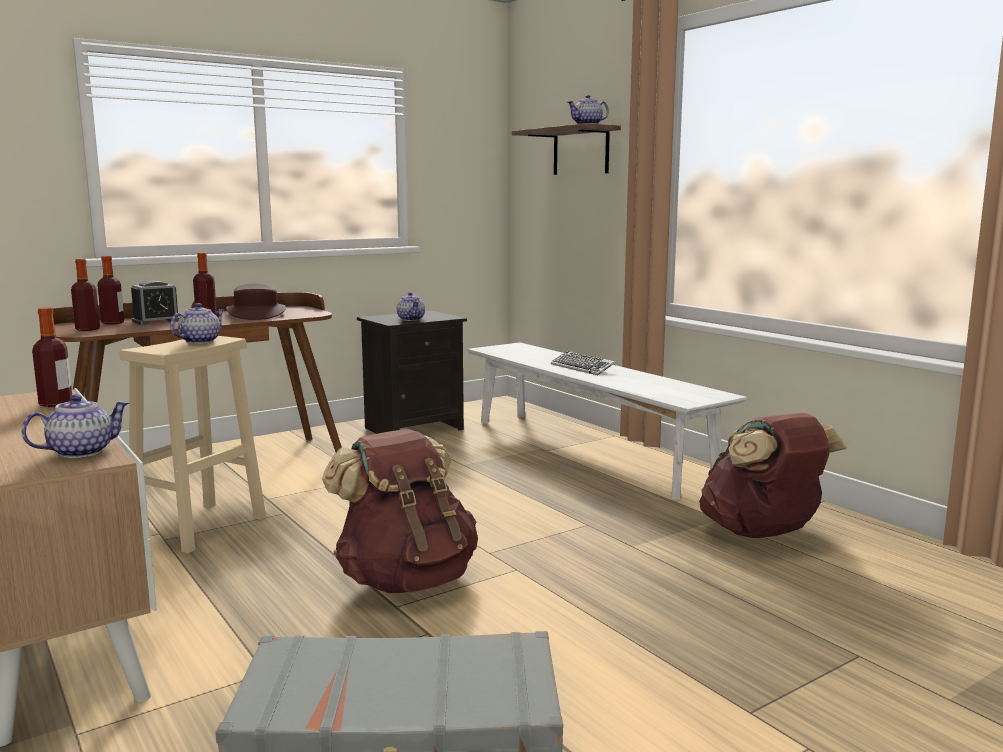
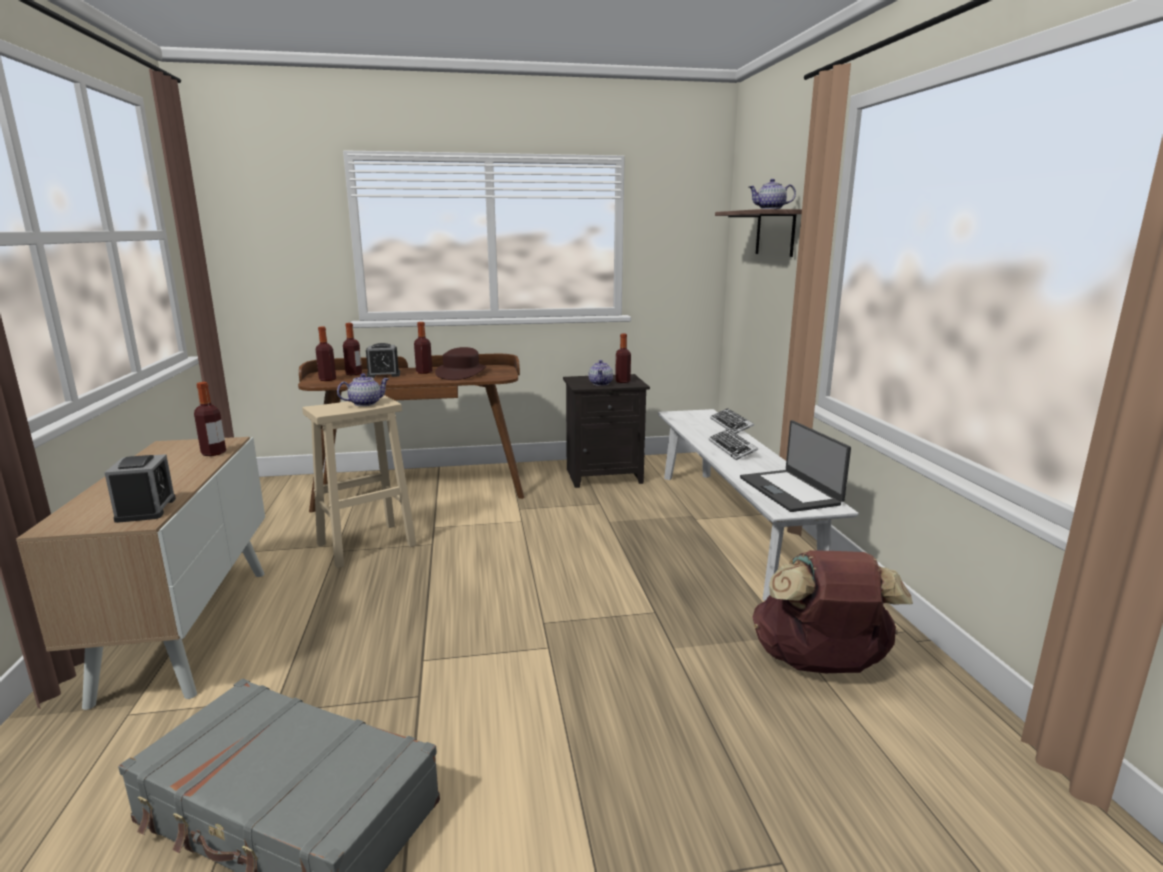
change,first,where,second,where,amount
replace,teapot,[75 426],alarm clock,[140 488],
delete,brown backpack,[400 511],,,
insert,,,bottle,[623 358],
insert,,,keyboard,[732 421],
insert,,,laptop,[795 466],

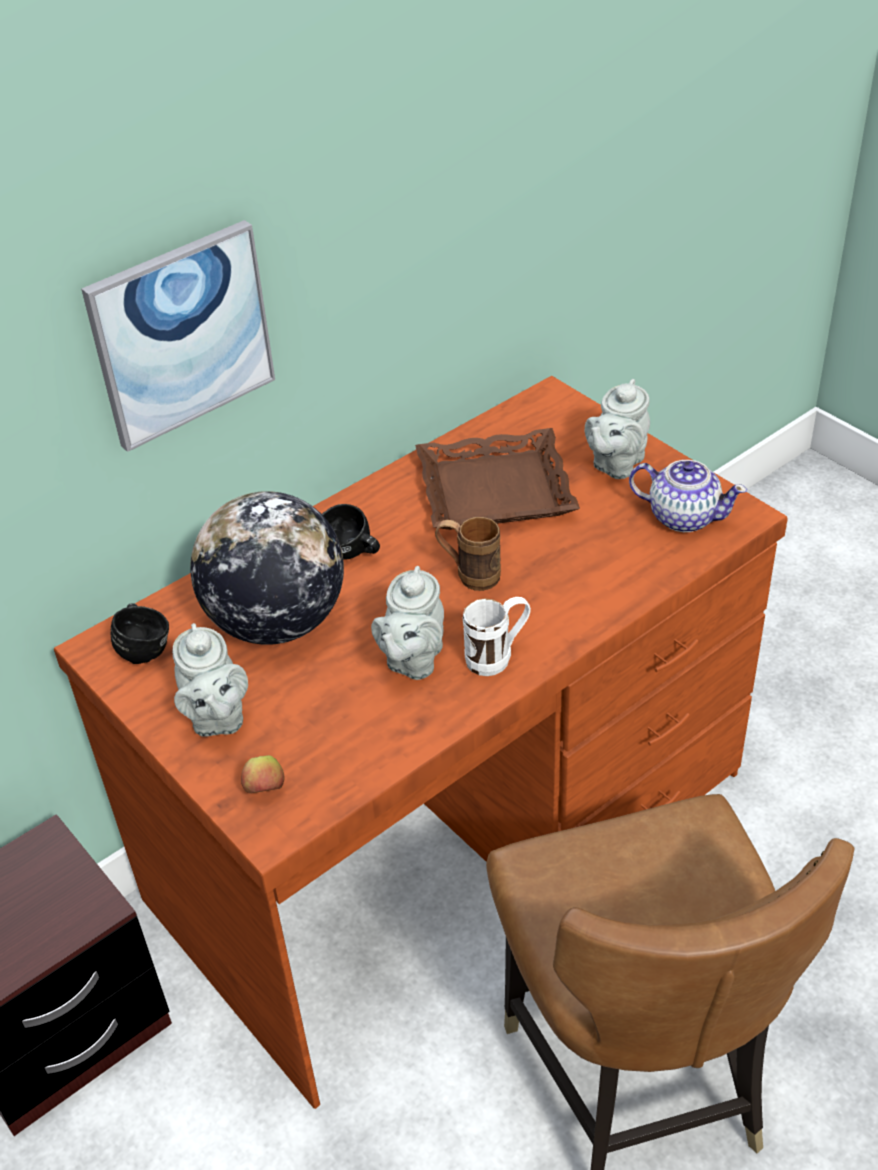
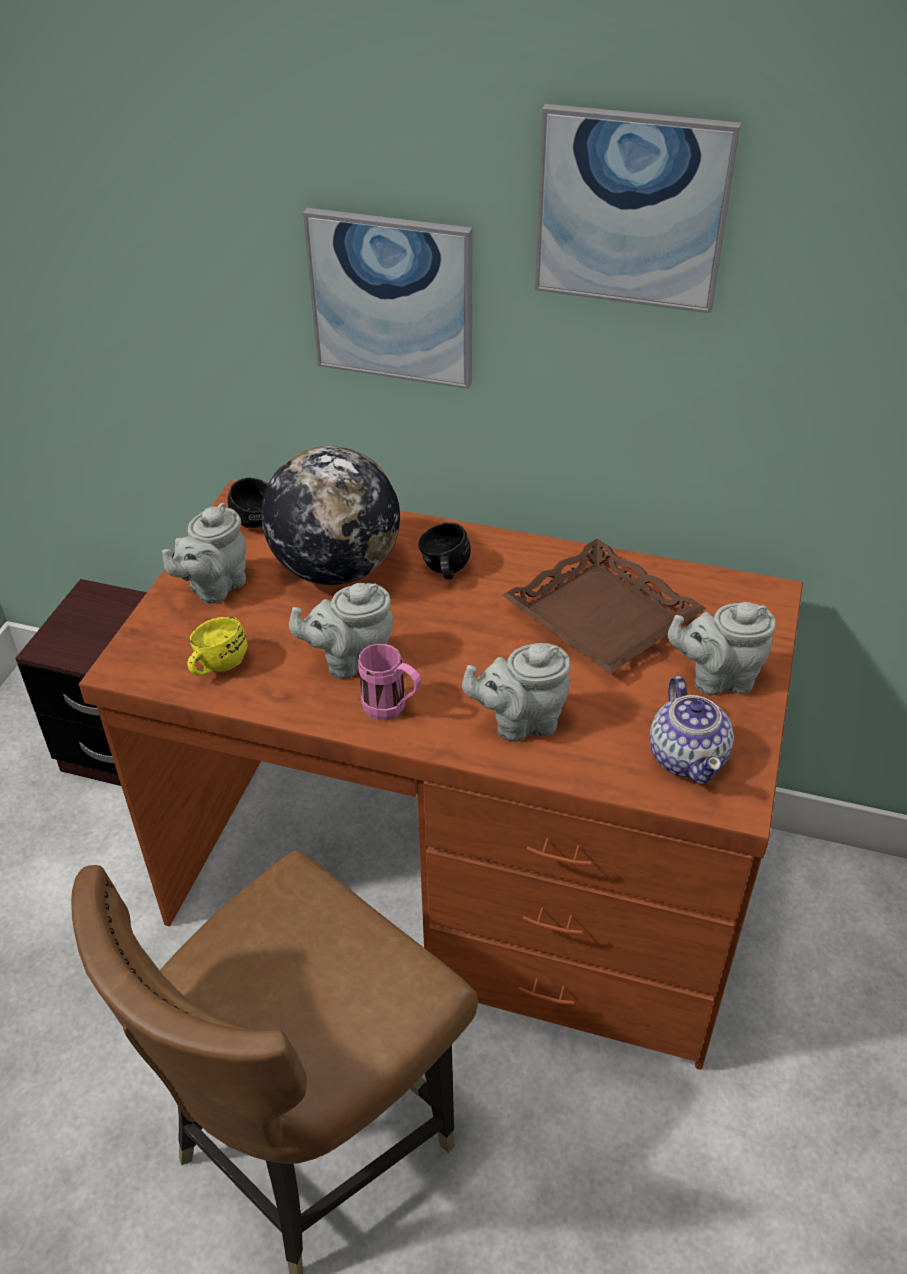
change,first,where,second,where,amount
delete,brown mug,[468 554],,,
recolor,white mug,[497 636],pink mug,[389 681],
delete,apple,[263 774],,,
insert,,,picture,[638 208],
insert,,,yellow mug,[217 646],
insert,,,grey teapot,[516 692],

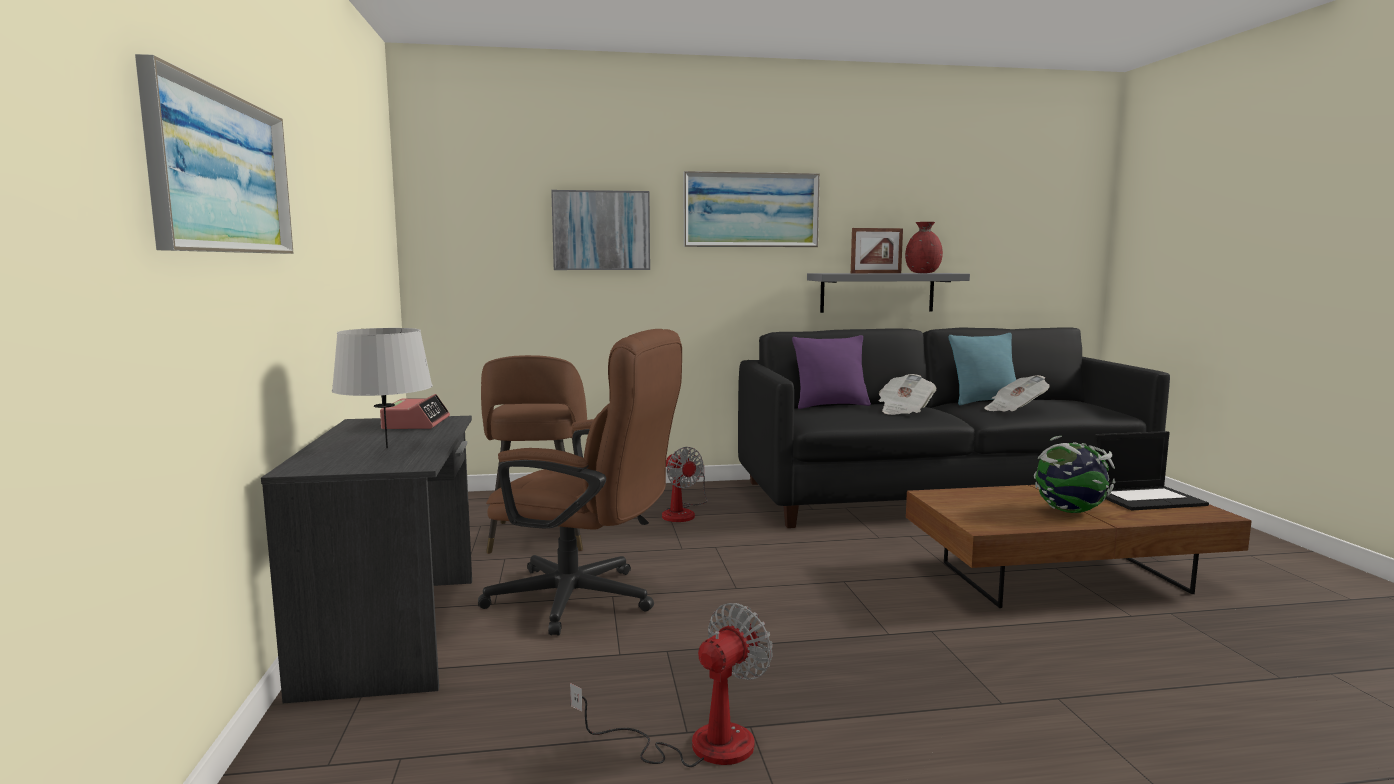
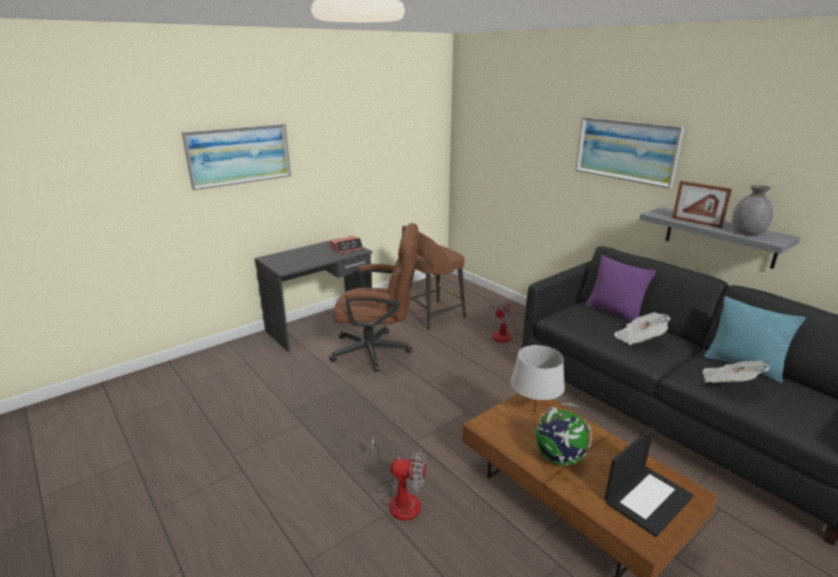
change,first,where,second,where,amount
delete,picture,[600 230],,,
recolor,red vase,[924 247],grey vase,[752 210],
move,grey table lamp,[382 388],,[538 379],
rotate,brown office chair,[580 482],,[373 297],75 degrees counterclockwise
rotate,laptop,[1151 471],,[649 482],90 degrees counterclockwise
move,fan,[671 685],,[399 478],

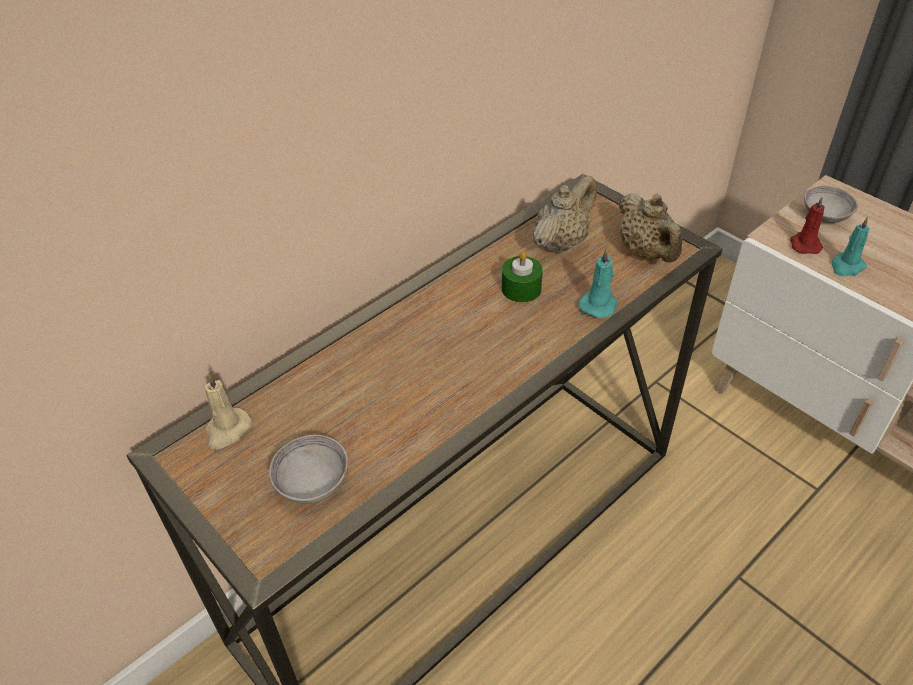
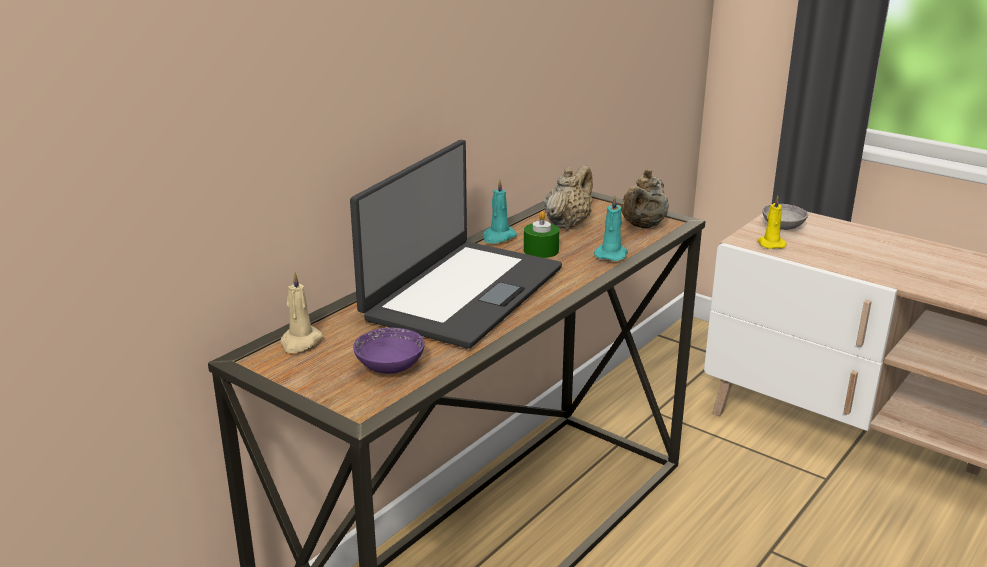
change,first,where,second,where,amount
rotate,beige teapot,[651 227],,[645 199],60 degrees clockwise
recolor,red candle,[807 225],yellow candle,[772 222],
move,turquoise candle,[850 246],,[500 211],
recolor,grey bowl,[308 469],purple bowl,[389 351],
insert,,,laptop,[456 244],

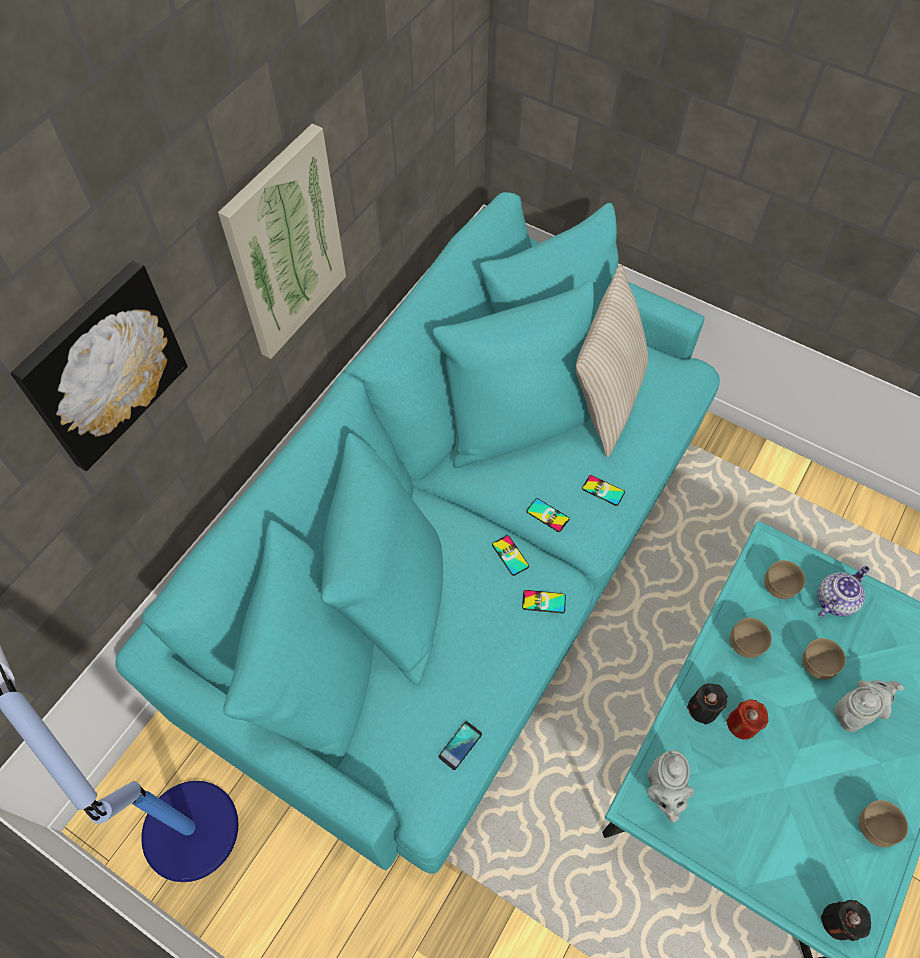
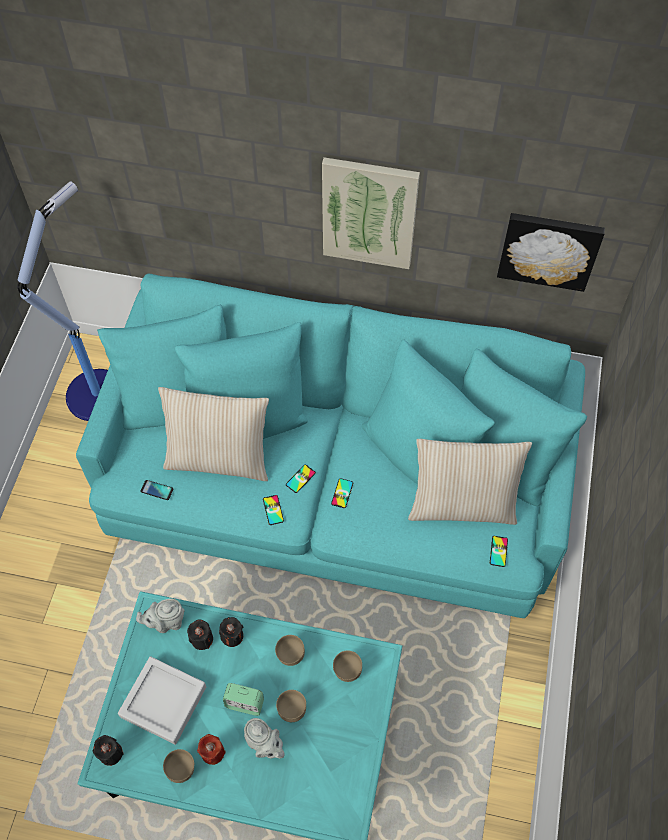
change,first,where,second,where,amount
move,picture,[99 366],,[551 252],
move,phone,[603 490],,[499 551],
delete,teapot,[843 592],,,
move,red candle,[747 719],,[211 749],
insert,,,beige pillow,[213 434],
insert,,,black candle,[200 634],
insert,,,grey tray,[162 700],
insert,,,alarm clock,[243 699],

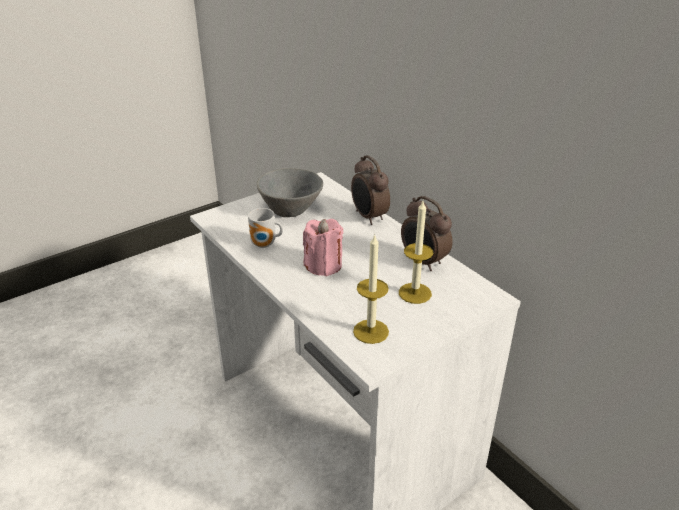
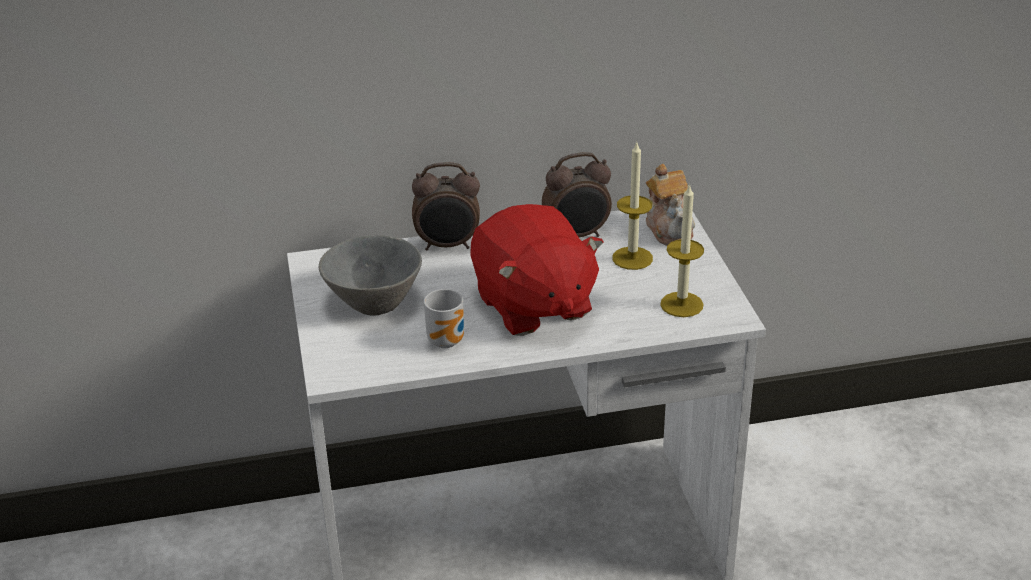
change,first,where,second,where,amount
replace,pink candle,[323 247],red plush toy,[537 270],
insert,,,teapot,[670 205],

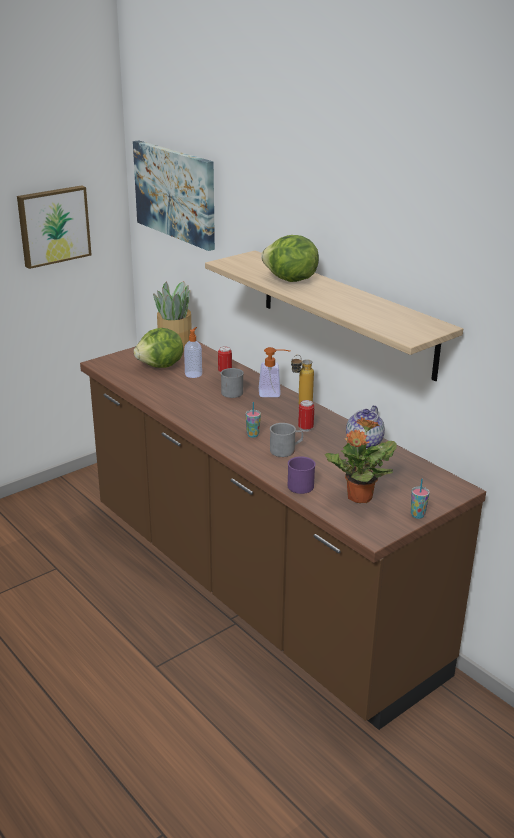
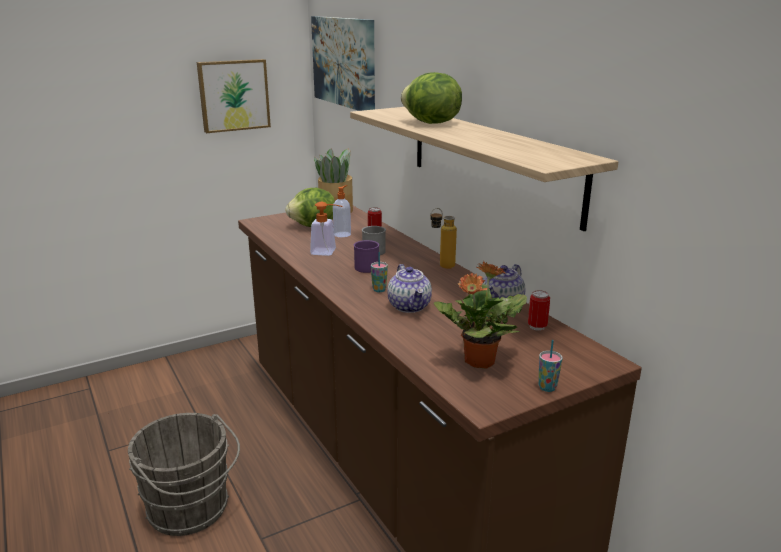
change,first,where,second,where,amount
move,soap dispenser,[275 372],,[326 229],
move,can,[306 416],,[539 310],
replace,grey mug,[286 440],teapot,[409 288],
move,purple mug,[302 475],,[366 256],
insert,,,grey bucket,[184 474],

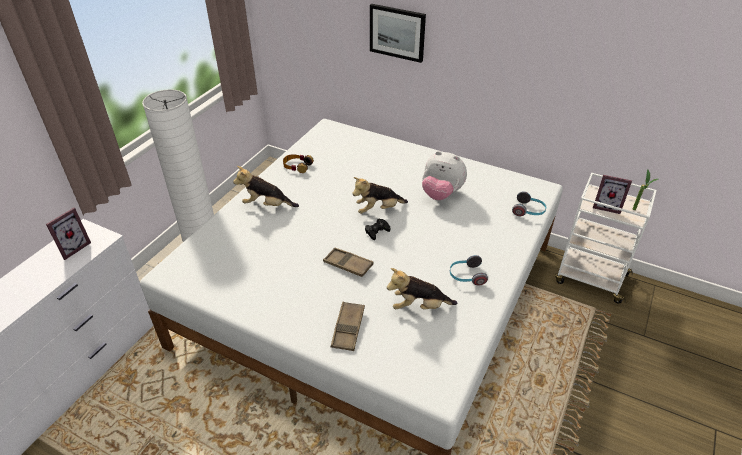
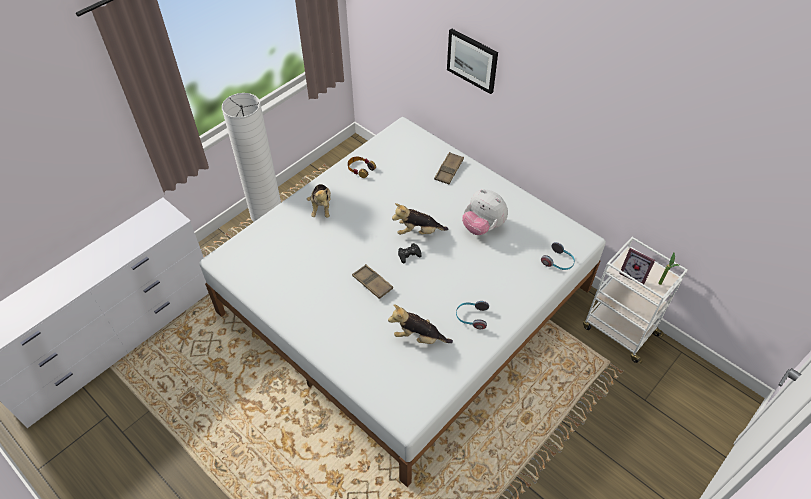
change,first,where,second,where,amount
rotate,plush toy,[266 186],,[319 201],120 degrees counterclockwise
delete,picture frame,[68 234],,,
move,brown tray,[348 326],,[449 168],

